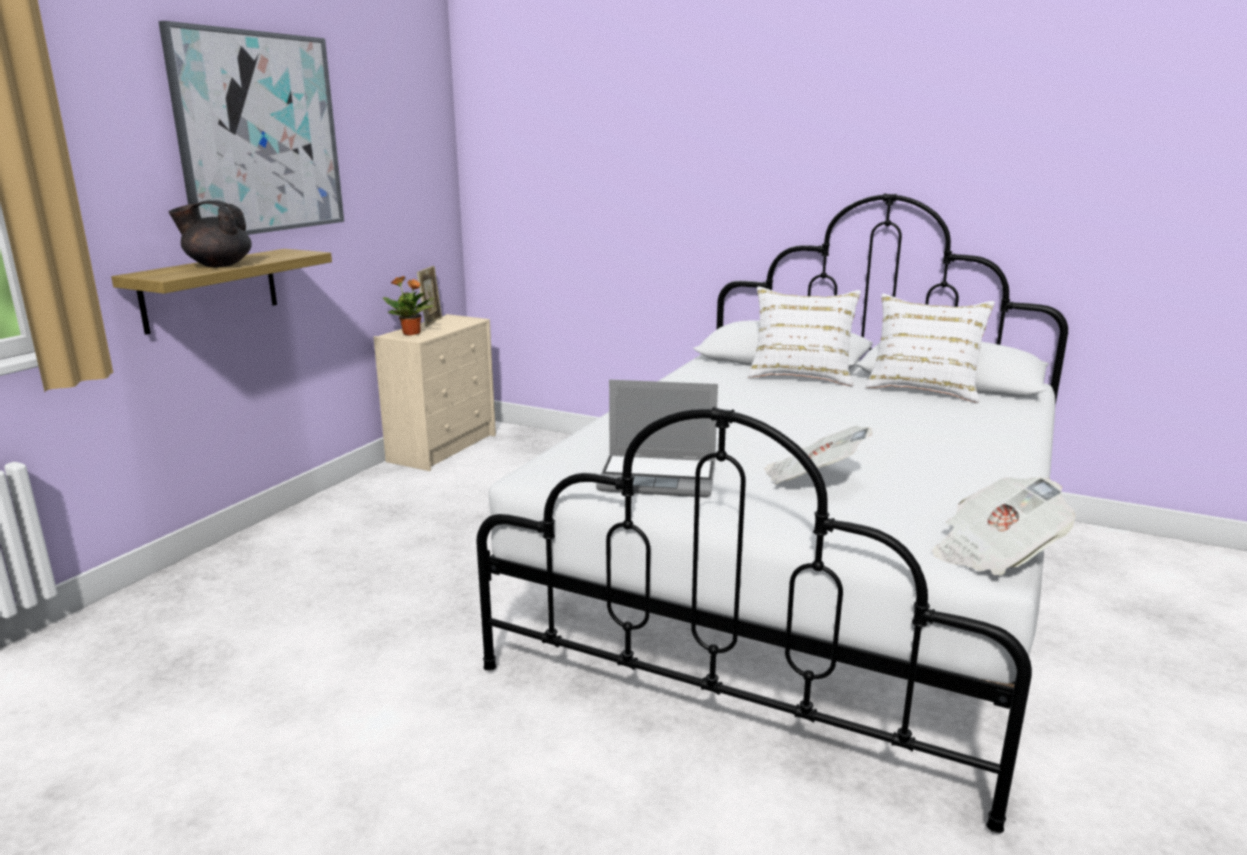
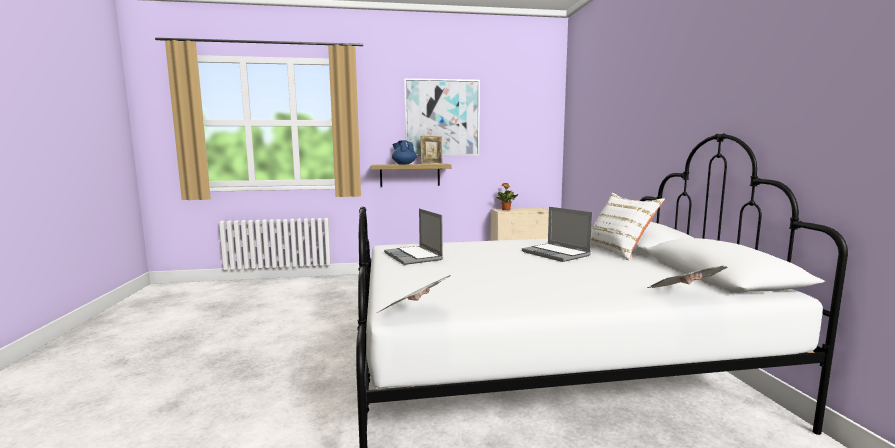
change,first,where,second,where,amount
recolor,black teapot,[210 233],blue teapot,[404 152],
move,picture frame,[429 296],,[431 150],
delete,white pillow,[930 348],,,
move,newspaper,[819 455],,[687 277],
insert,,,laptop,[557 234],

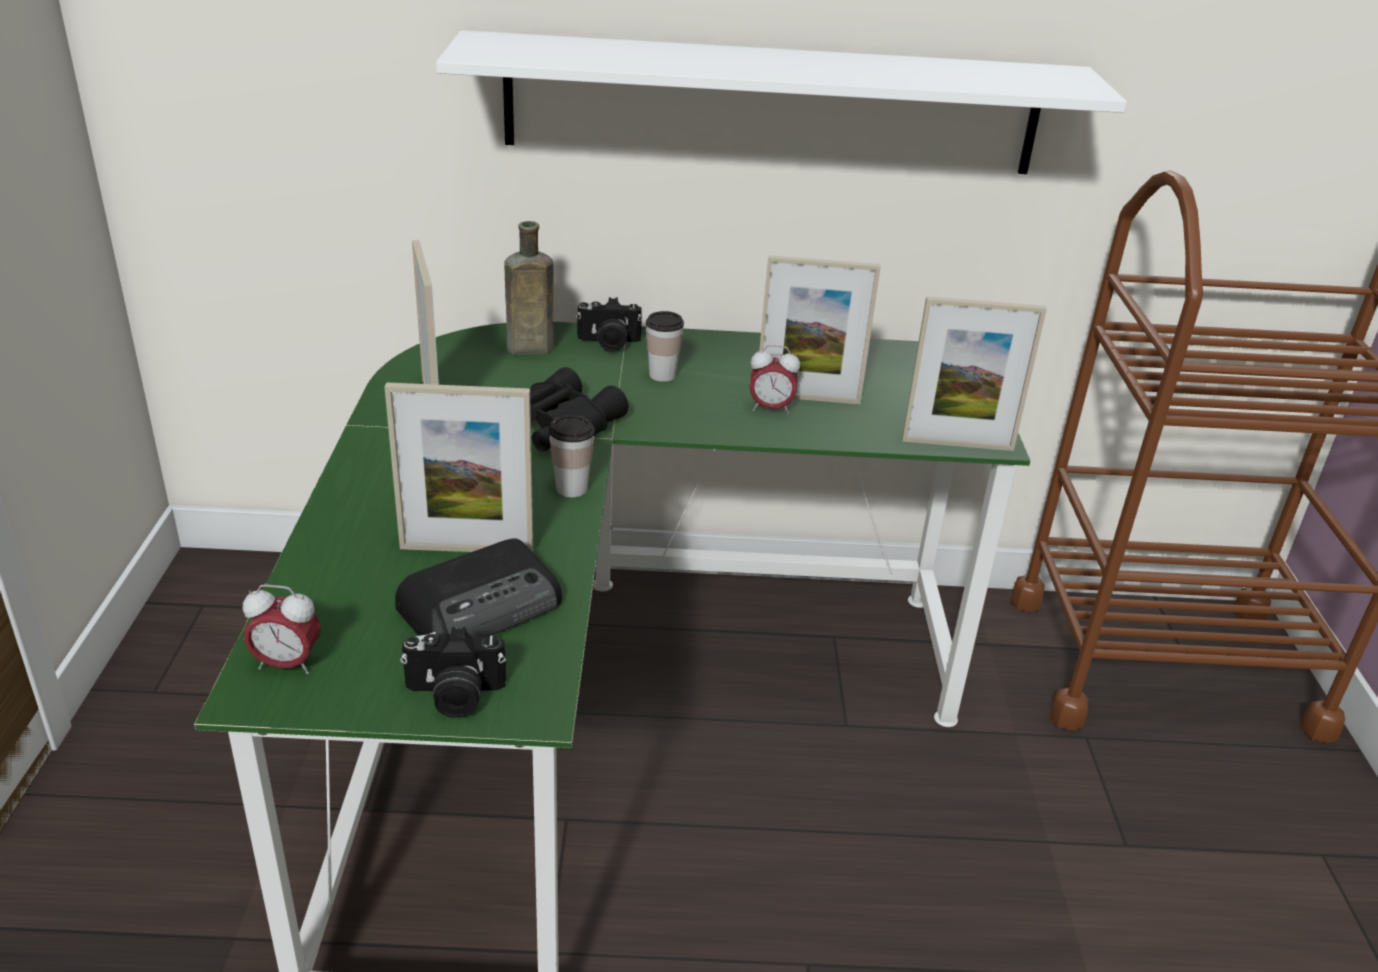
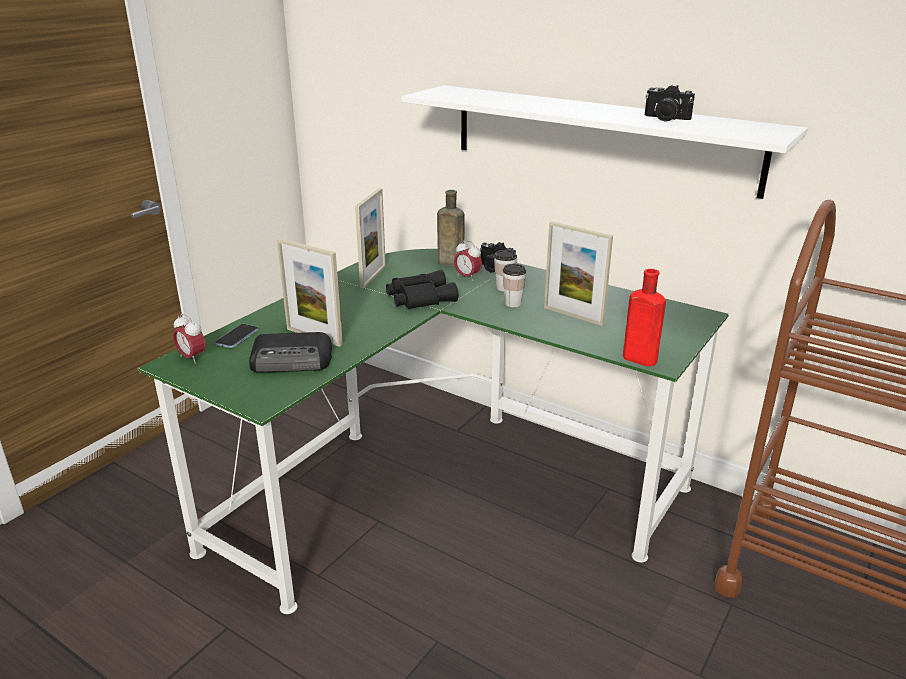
change,first,where,second,where,amount
replace,picture frame,[974 373],red bottle,[644 317],
move,alarm clock,[775 379],,[468 260],
move,cup,[572 456],,[514 285],
move,photo camera,[453 672],,[670 103],
insert,,,phone,[237 336],

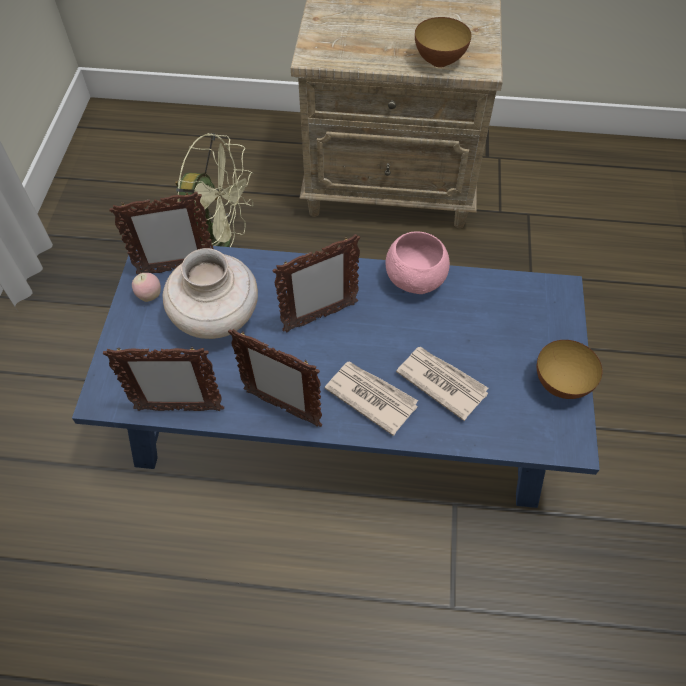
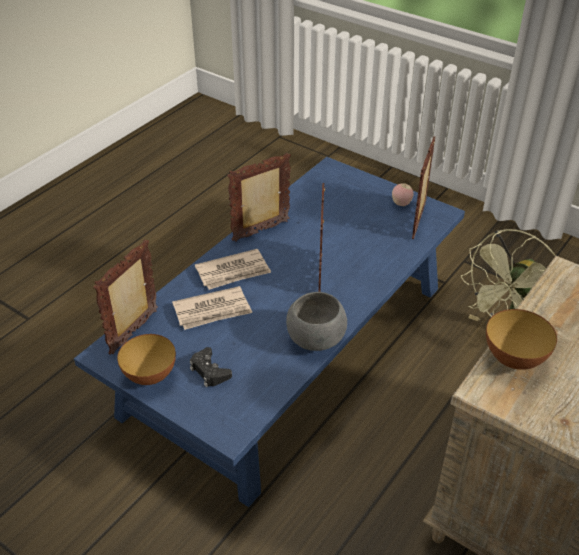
change,first,where,second,where,amount
recolor,pink bowl,[417 262],grey bowl,[316 321],
delete,beige vase,[210 293],,,
move,picture frame,[163 378],,[125 297],
insert,,,black game controller,[211 367],

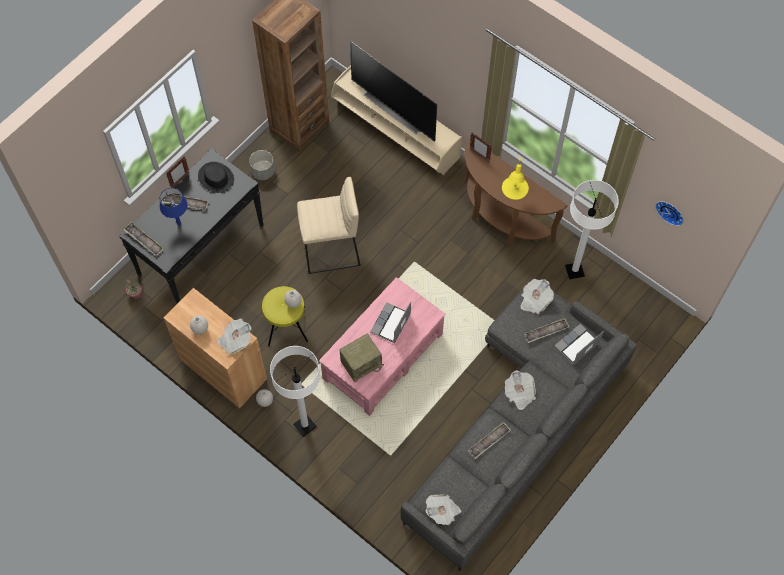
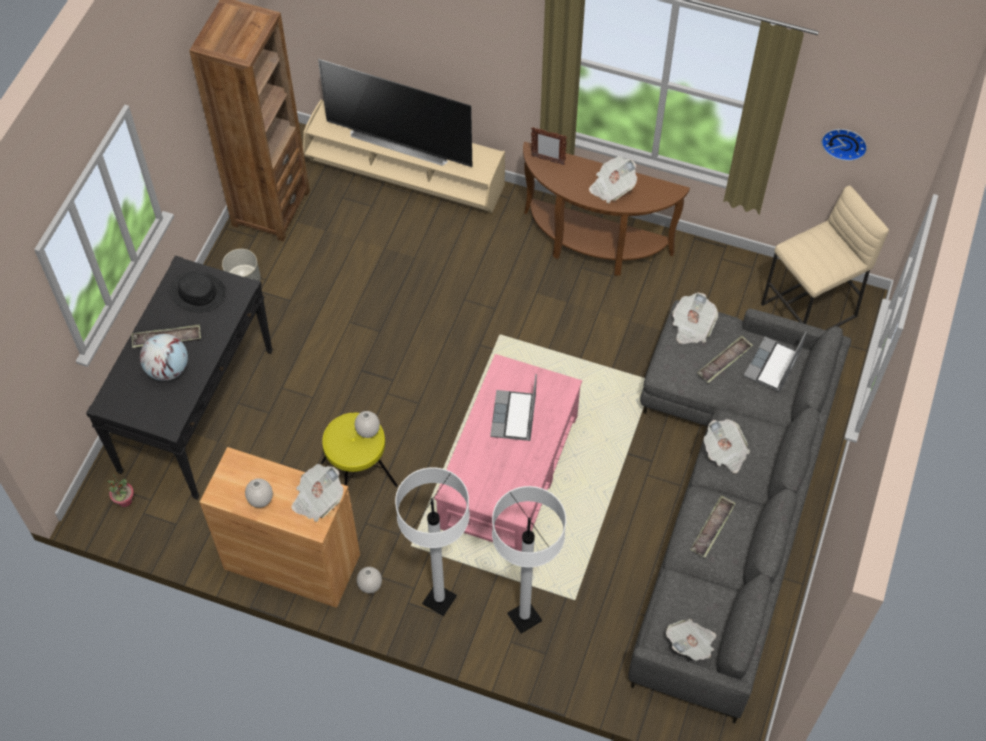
change,first,where,second,where,amount
delete,picture frame,[178 172],,,
replace,yellow table lamp,[515 179],newspaper,[613 180],
move,beige stool,[329 225],,[825 257],
move,white floor lamp,[592 230],,[529 559],
replace,blue table lamp,[174 206],globe,[164 357],
delete,tray,[144 239],,,
delete,radio,[361 358],,,

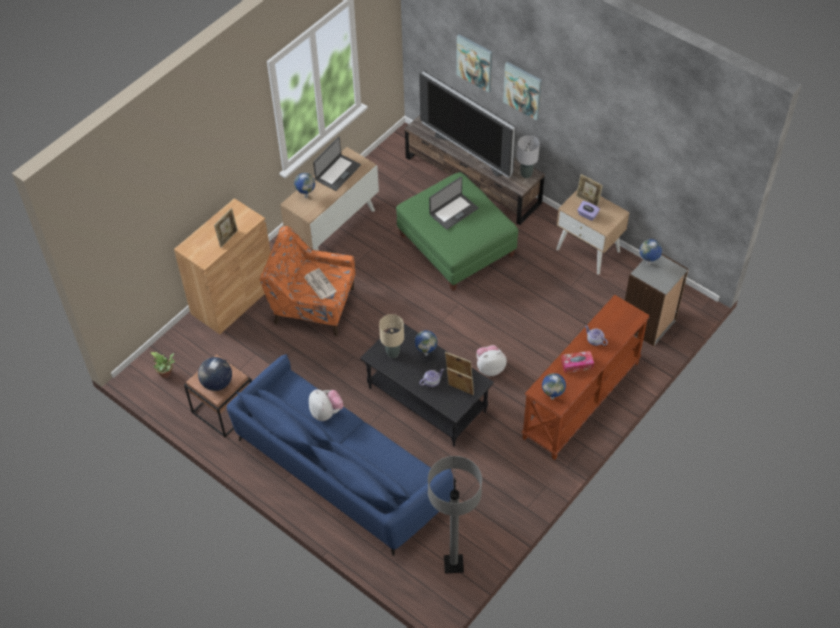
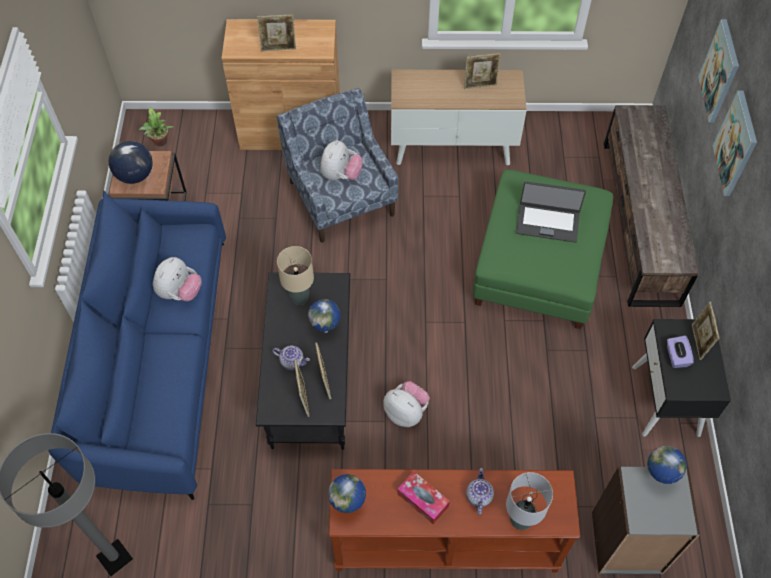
change,first,where,second,where,amount
delete,television,[467 124],,,
move,grey table lamp,[528 156],,[529 501],
replace,laptop,[337 164],picture frame,[482 71],
delete,globe,[304 185],,,
recolor,beige nightstand,[593 232],black nightstand,[681 378],
recolor,orange armchair,[308 281],blue armchair,[337 165],
replace,newspaper,[320 283],plush toy,[341 160],

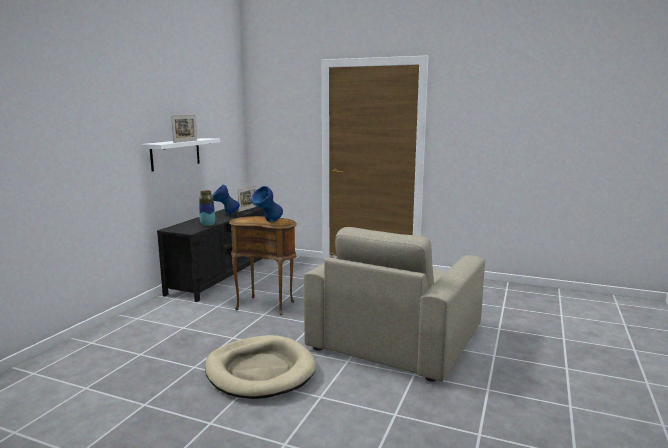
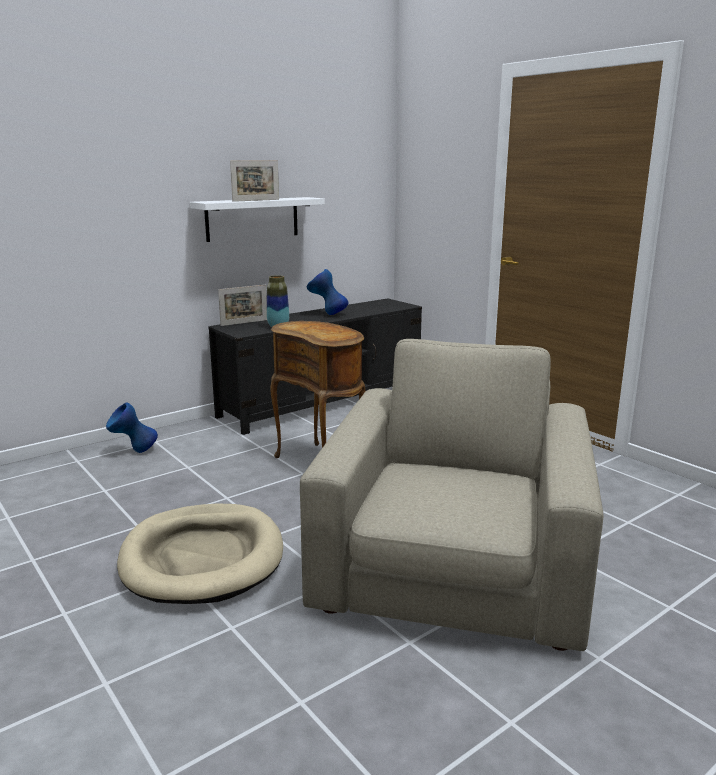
change,first,where,second,where,amount
move,picture frame,[247 198],,[242 305],
move,blue vase,[267 204],,[132 428],
rotate,beige armchair,[394 304],,[451 495],135 degrees clockwise

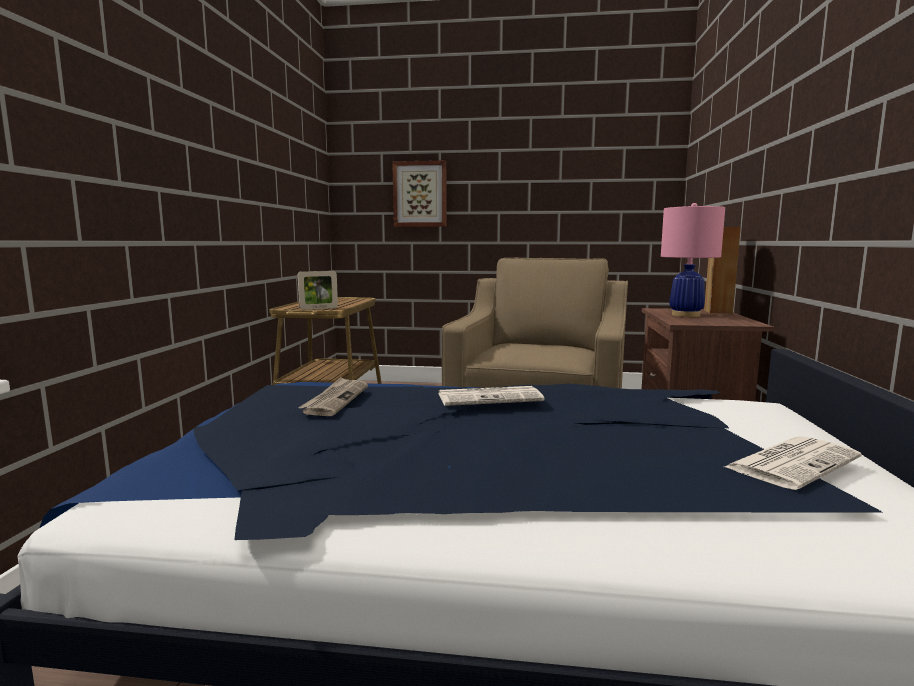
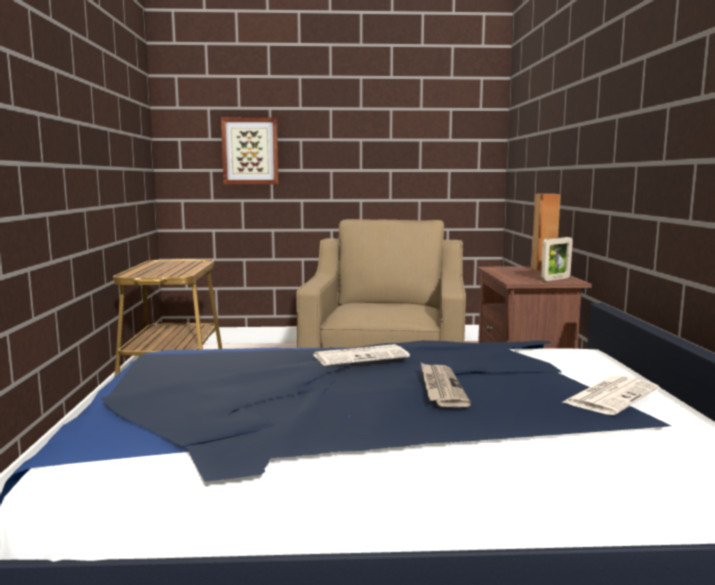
change,first,where,second,where,amount
delete,pink table lamp,[693 260],,,
move,picture frame,[318 290],,[557 259],
move,newspaper,[333 396],,[446 385],

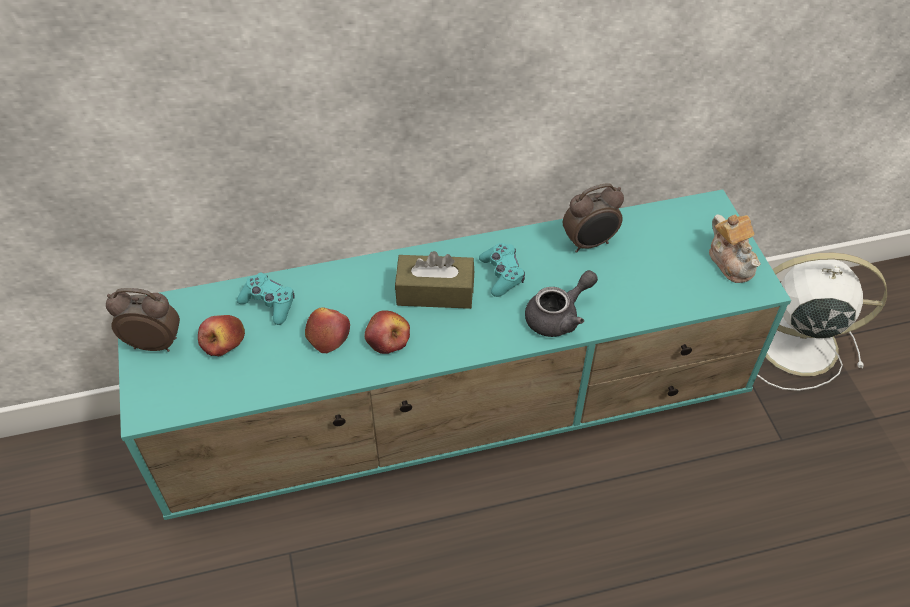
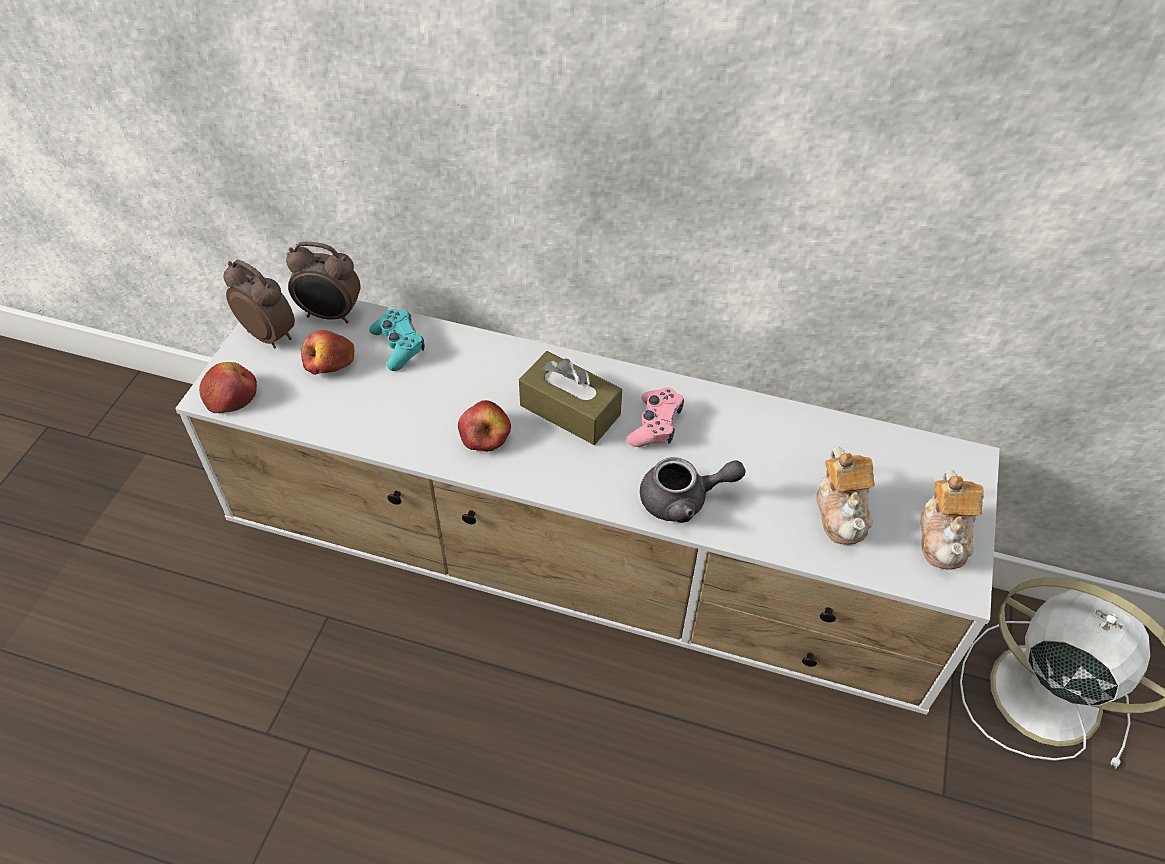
change,first,where,second,where,amount
move,alarm clock,[593 218],,[323 282],
recolor,turquoise tv stand,[454 355],white tv stand,[587 498],
recolor,turquoise game controller,[502 270],pink game controller,[655 417],
move,apple,[327 330],,[228 387],
insert,,,teapot,[845 495],

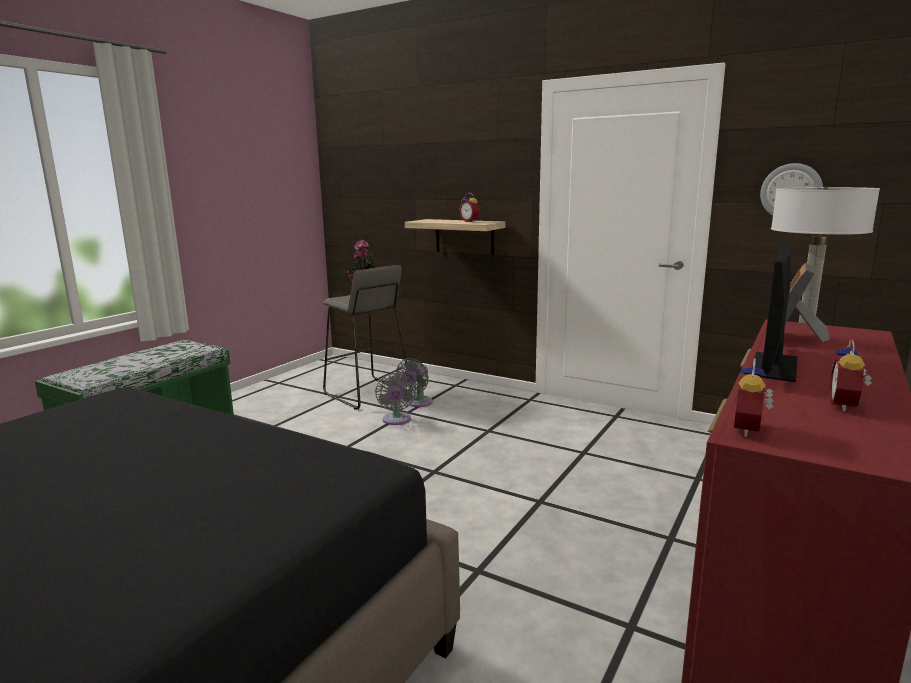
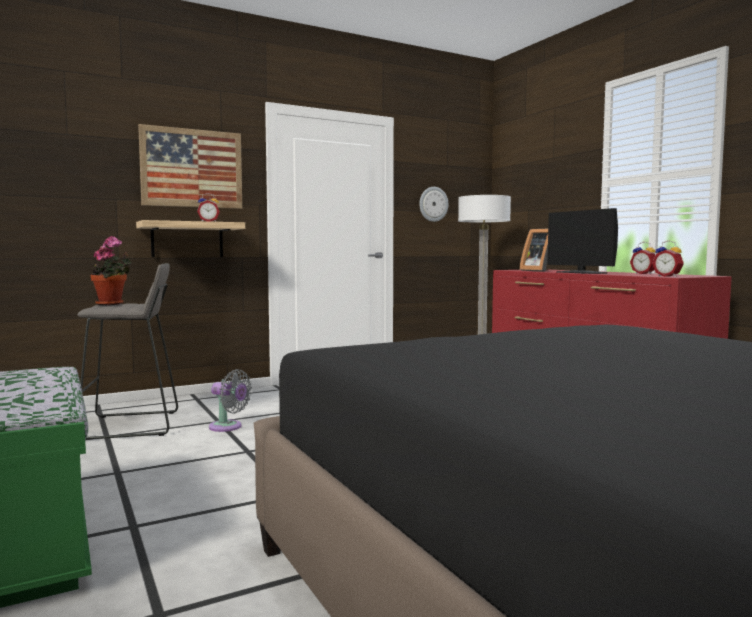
change,first,where,second,where,amount
delete,grey fan,[414 382],,,
insert,,,picture,[190 166],

